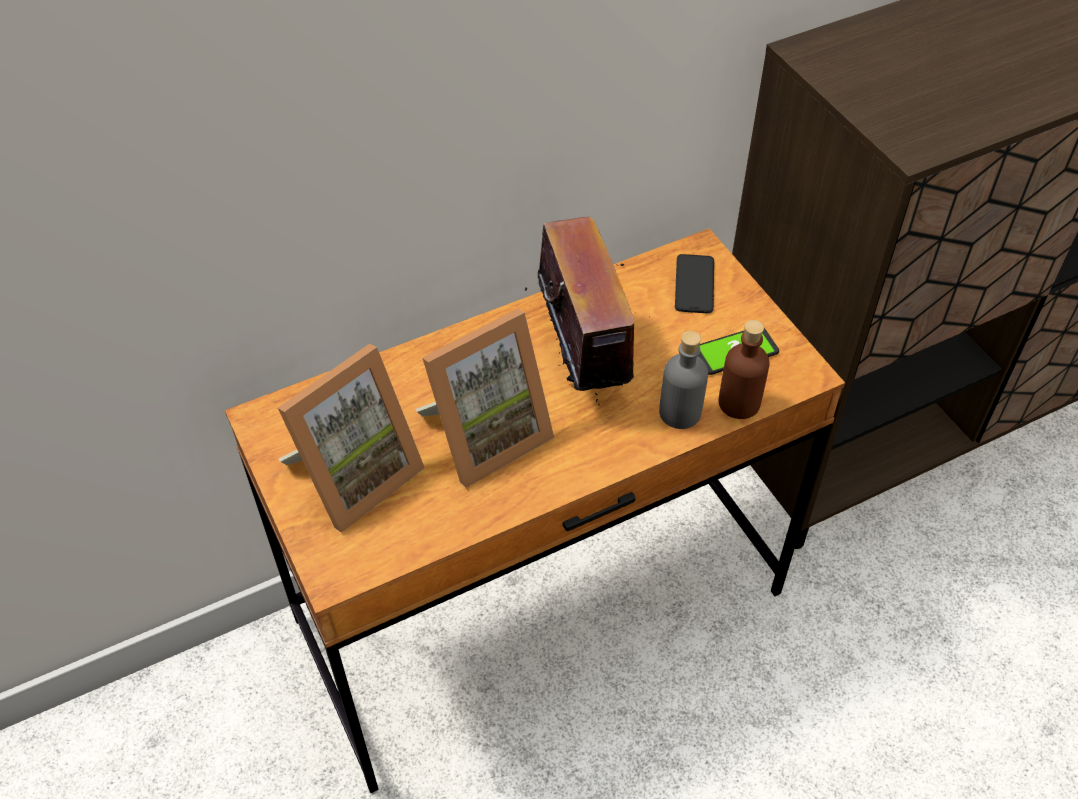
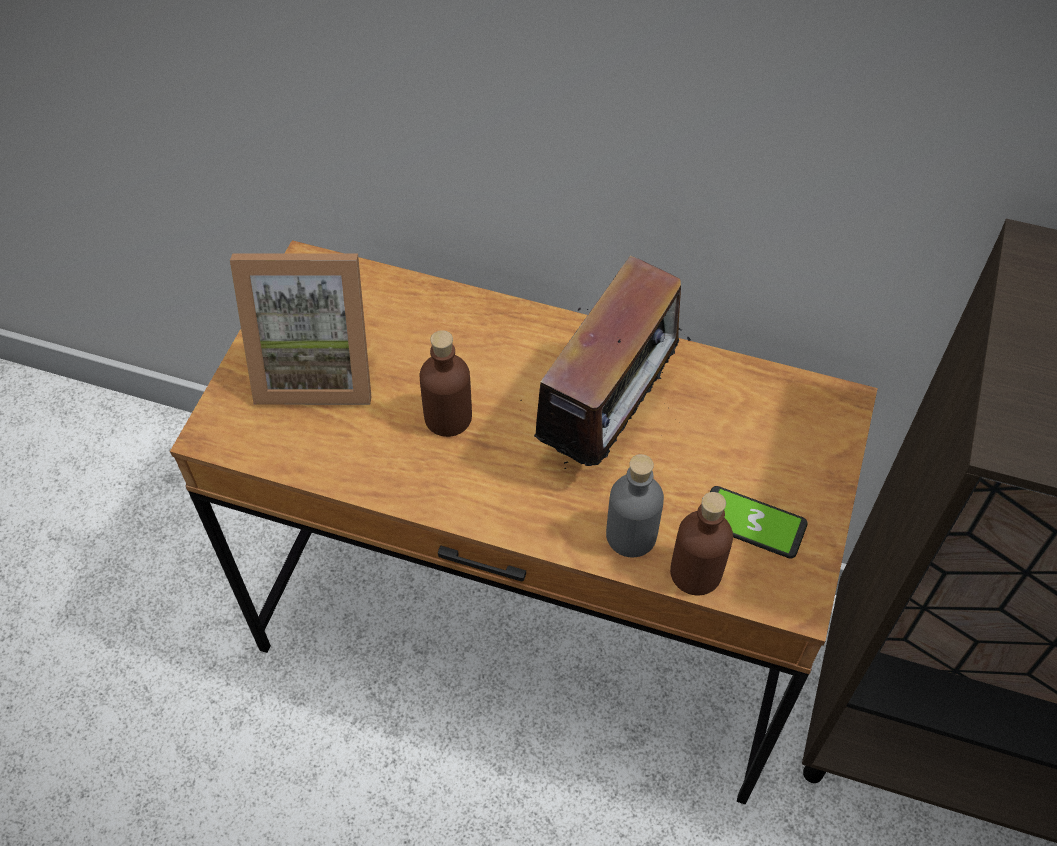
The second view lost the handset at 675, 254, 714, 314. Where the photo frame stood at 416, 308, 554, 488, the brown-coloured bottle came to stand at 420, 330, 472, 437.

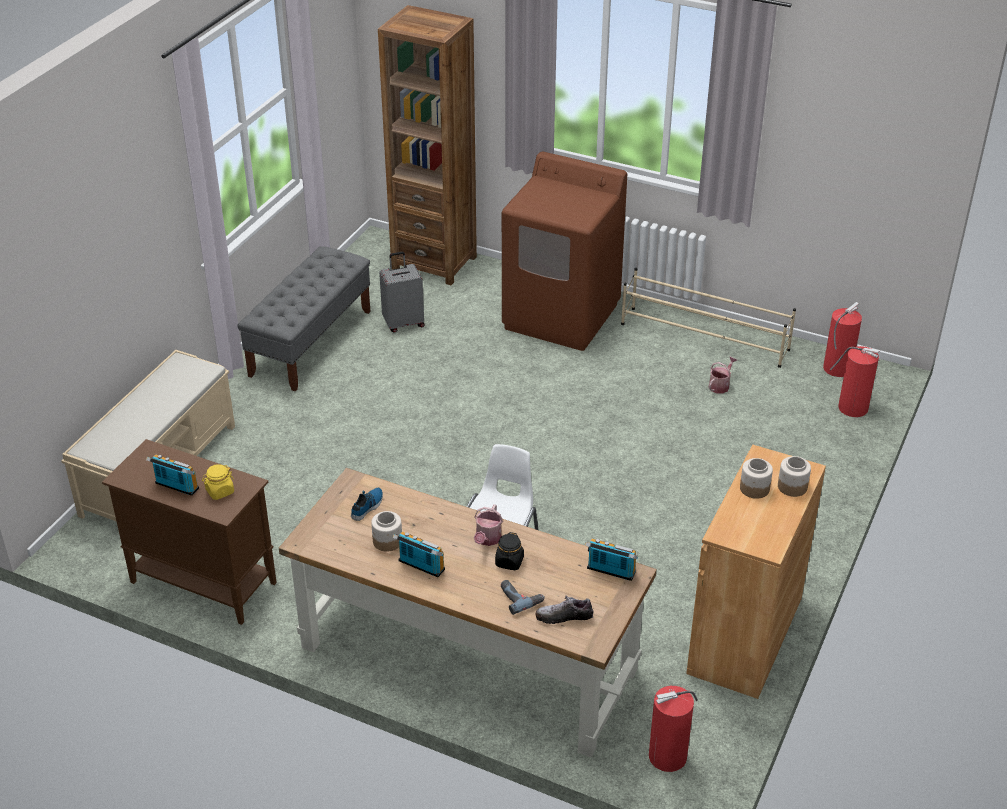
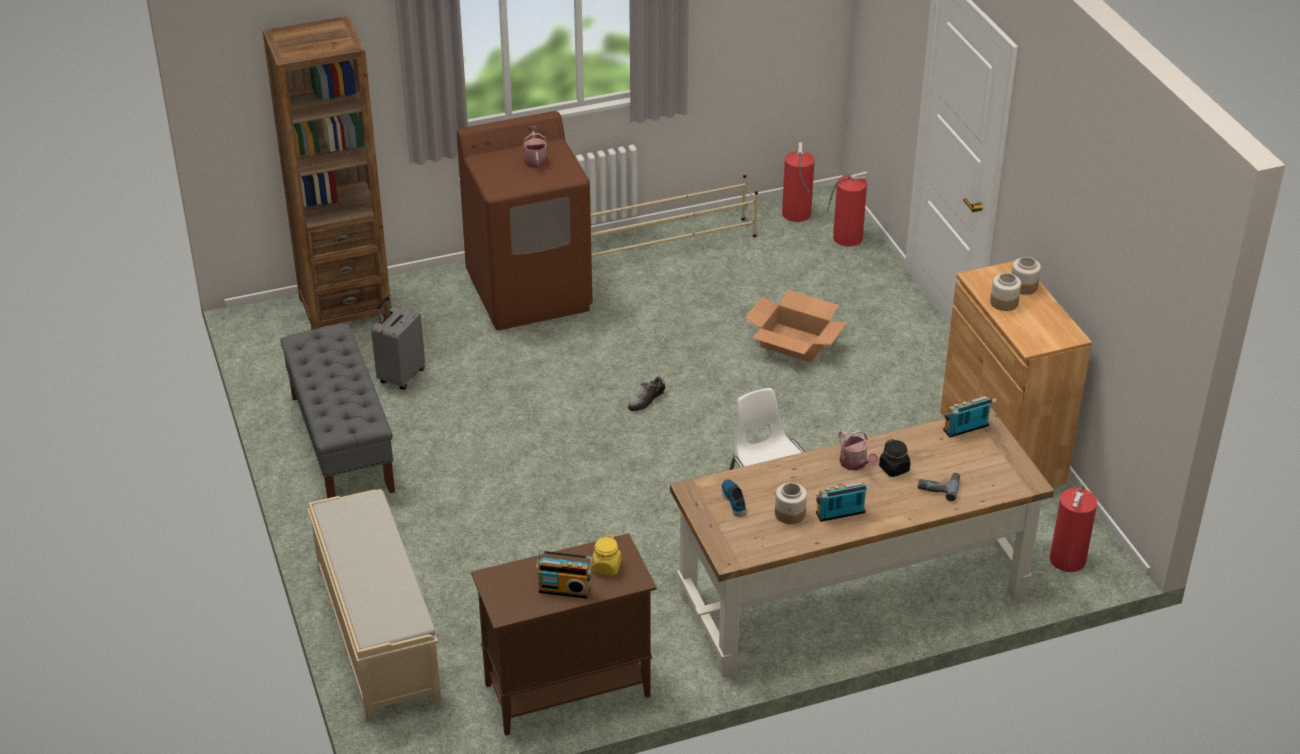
The watering can ended up elsewhere, having gone from 709, 357, 737, 394 to 523, 126, 548, 168. The radio receiver at 146, 455, 199, 496 ended up facing another way, 150 degrees counterclockwise from before. The item of footwear ended up elsewhere, having gone from 535, 595, 594, 624 to 628, 376, 666, 411. The second view gained the carton at 744, 289, 847, 363.

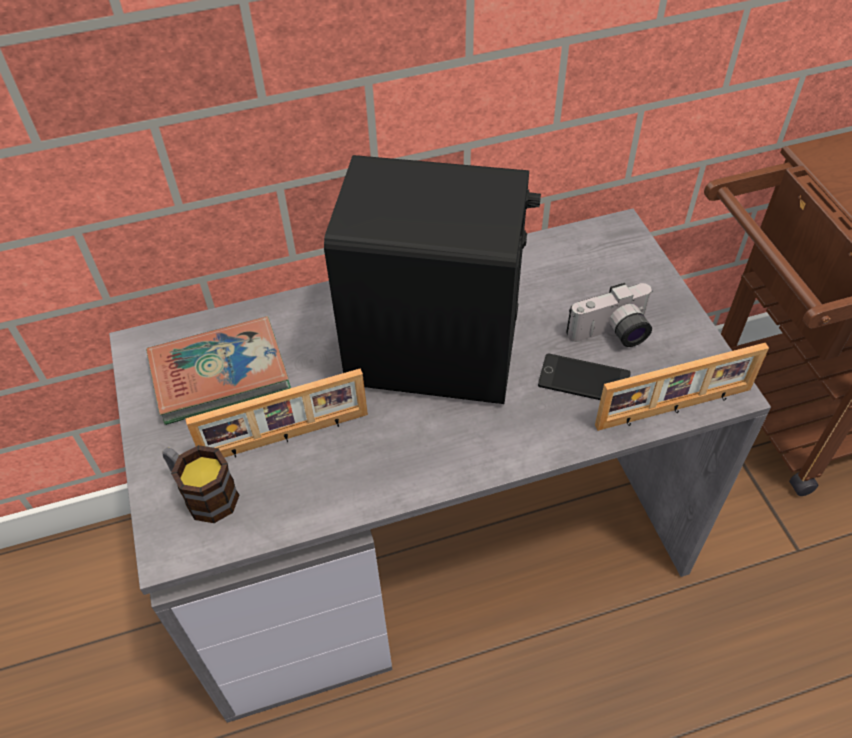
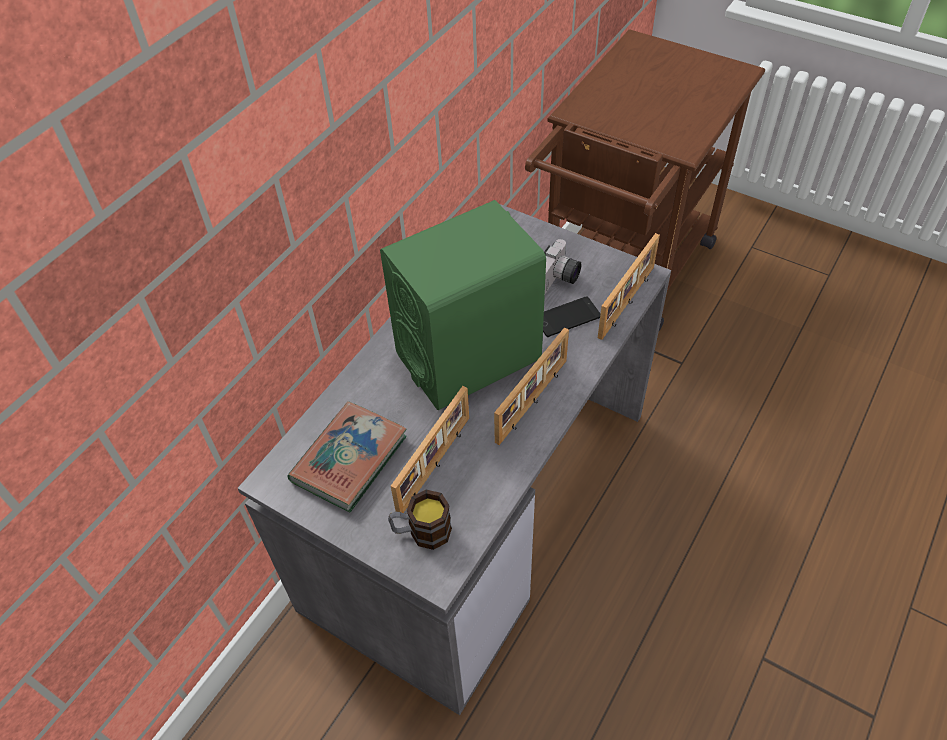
What was the black-coloured speaker at 324, 155, 541, 404 turned into the greenish speaker at 380, 200, 546, 410. The second view gained the photo frame at 494, 327, 569, 445.

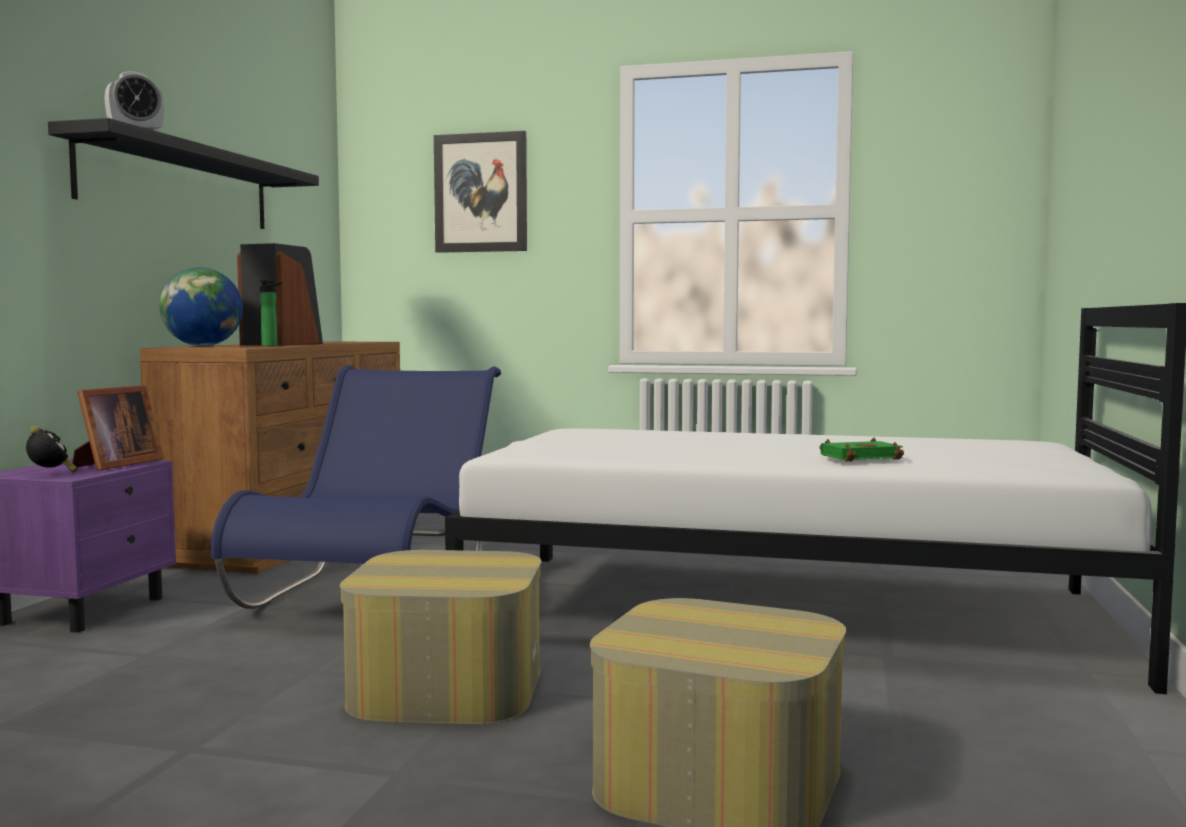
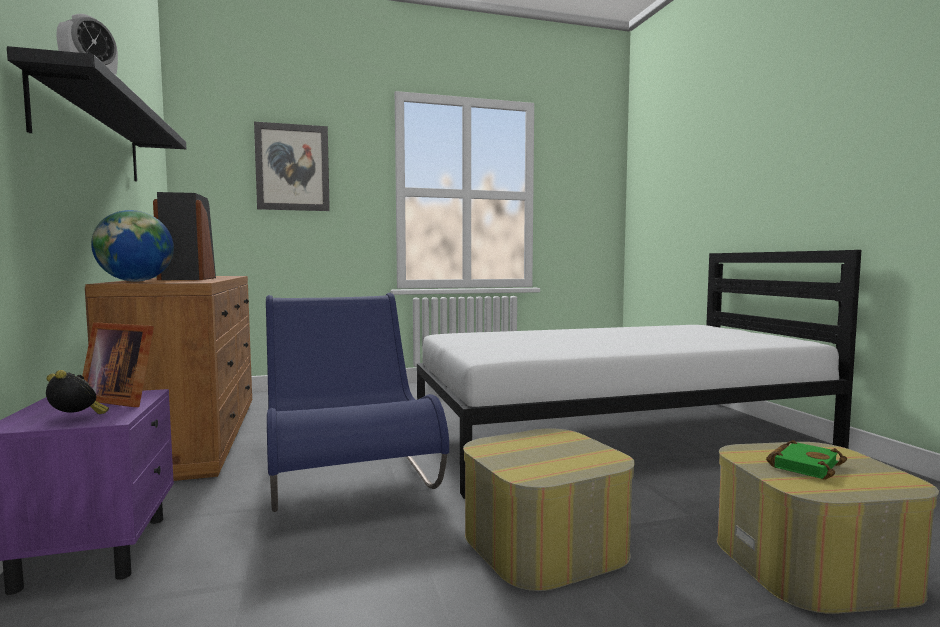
The second view lost the bottle at 260, 281, 282, 347. The photo frame at 72, 385, 164, 471 ended up facing another way, 120 degrees clockwise from before. The greenish bound book ended up elsewhere, having gone from 819, 438, 904, 462 to 766, 440, 847, 479.

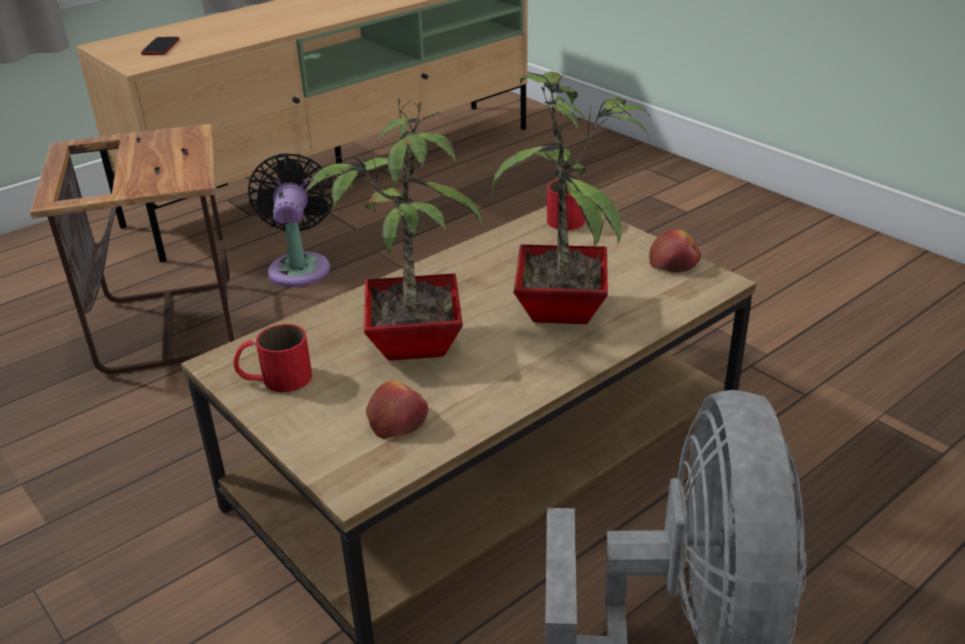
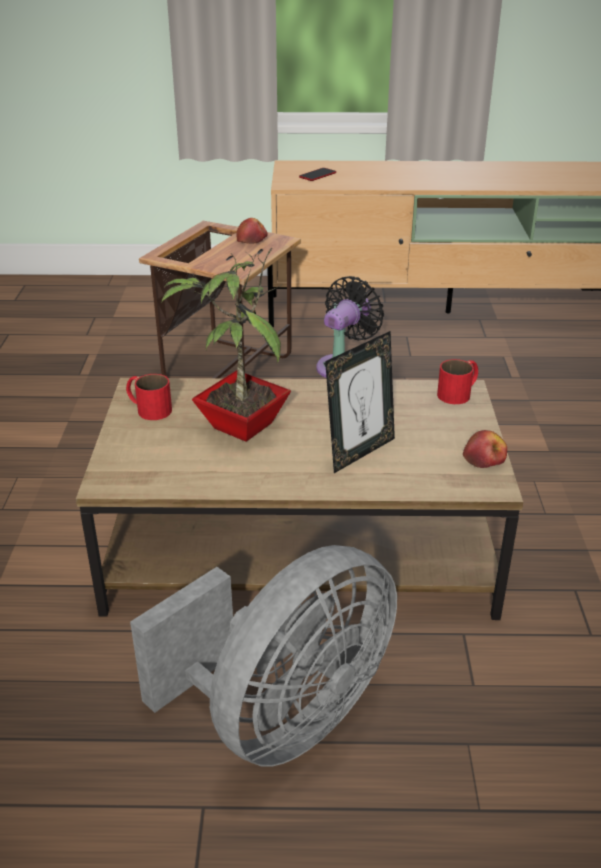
Where the potted plant stood at 492, 71, 651, 324, the photo frame came to stand at 325, 331, 395, 473. The apple fruit ended up elsewhere, having gone from 366, 380, 428, 439 to 236, 218, 268, 244.

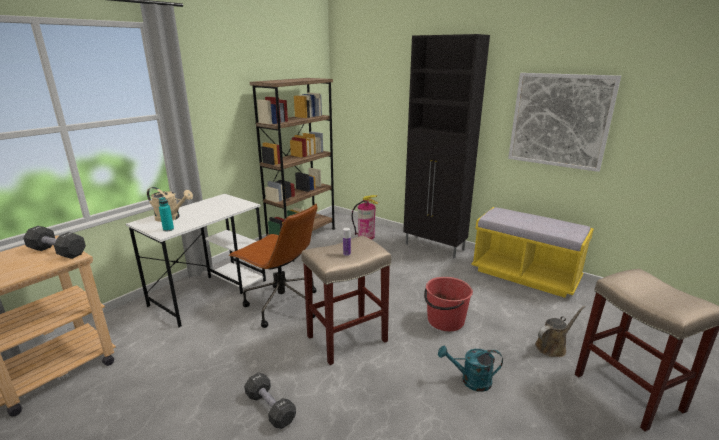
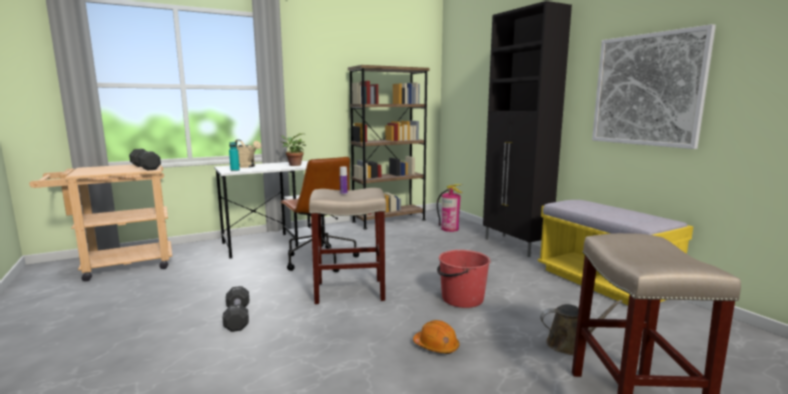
Where the turquoise-coloured watering can stood at 438, 346, 503, 392, the orangey hard hat came to stand at 413, 320, 460, 354. The second view gained the potted plant at 280, 133, 306, 166.

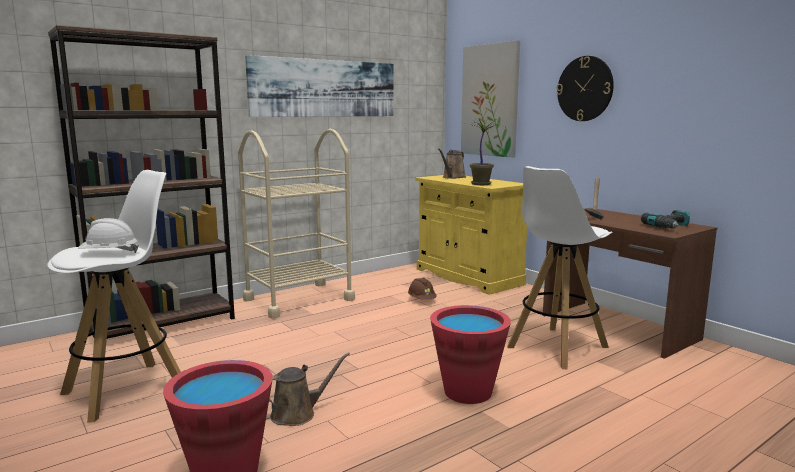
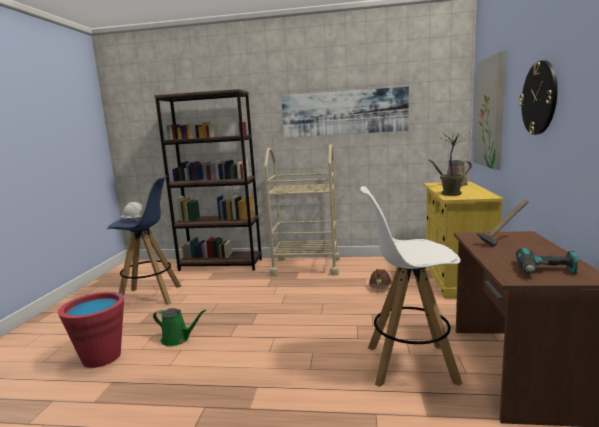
What was the white-coloured stool at 47, 170, 181, 423 turned into the bluish stool at 107, 175, 182, 304. The second view lost the reddish bucket at 430, 305, 511, 404. What was the brown-coloured watering can at 269, 352, 350, 426 turned into the greenish watering can at 153, 308, 206, 347.

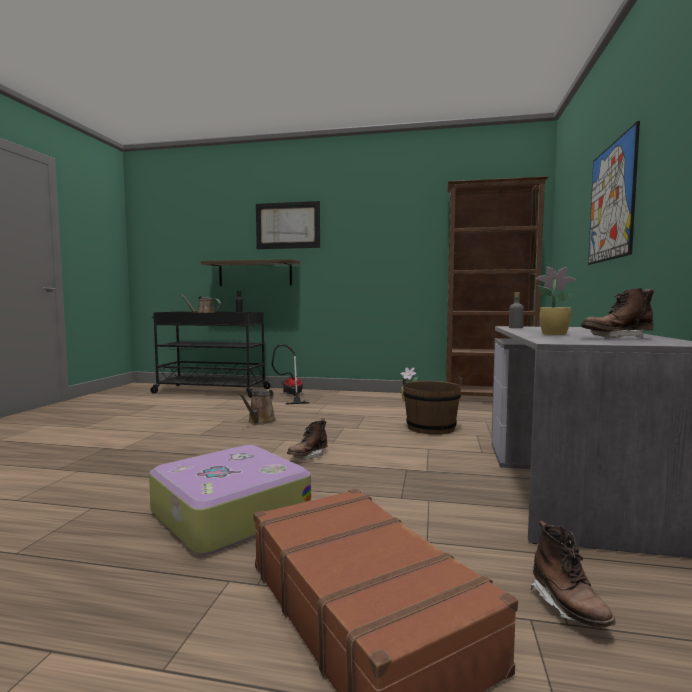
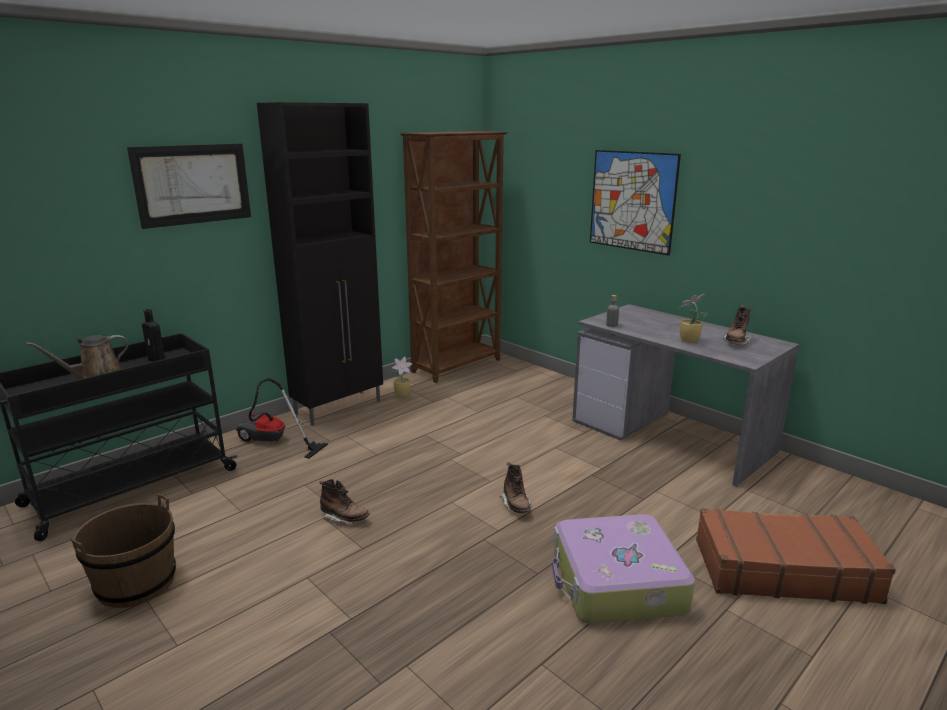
The second view lost the wall shelf at 201, 259, 300, 286. The brown-coloured bucket ended up elsewhere, having gone from 402, 377, 462, 435 to 70, 494, 176, 608. The second view lost the brown-coloured watering can at 238, 389, 276, 425. The brown-coloured tall boot ended up elsewhere, having gone from 531, 520, 616, 627 to 319, 479, 370, 524. The second view gained the black-coloured cupboard at 257, 102, 383, 426.

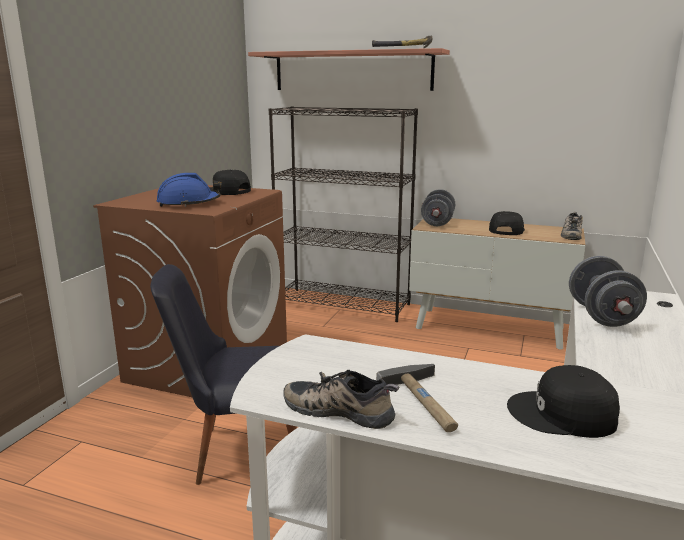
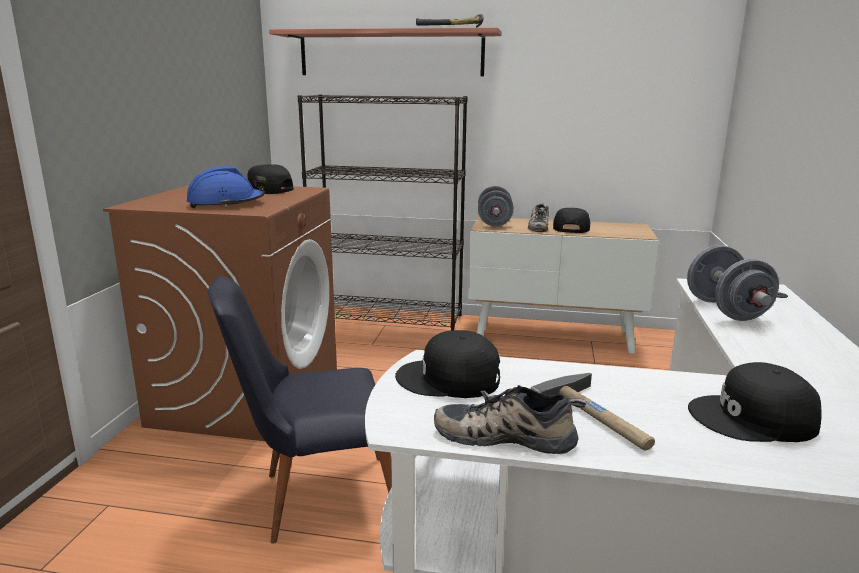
The item of footwear ended up elsewhere, having gone from 561, 212, 583, 240 to 528, 203, 549, 232. The second view gained the black-coloured peaked cap at 395, 330, 500, 398.

